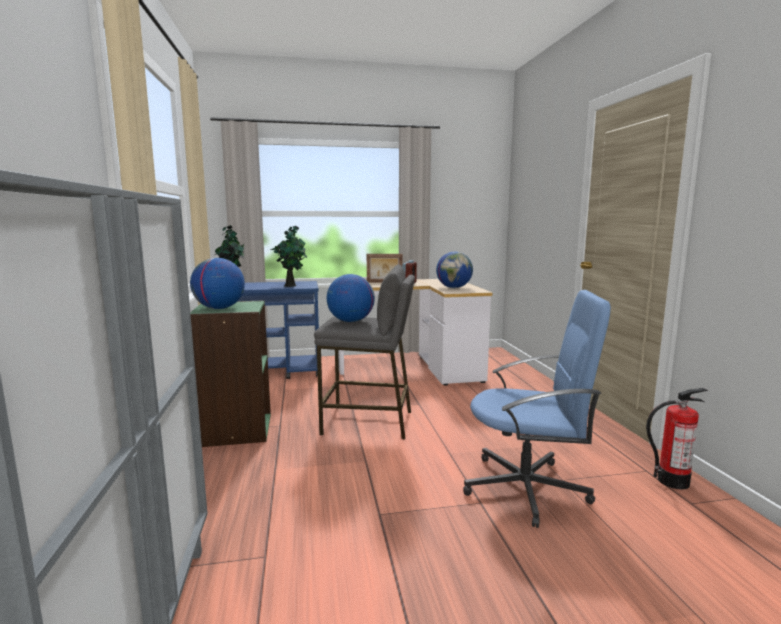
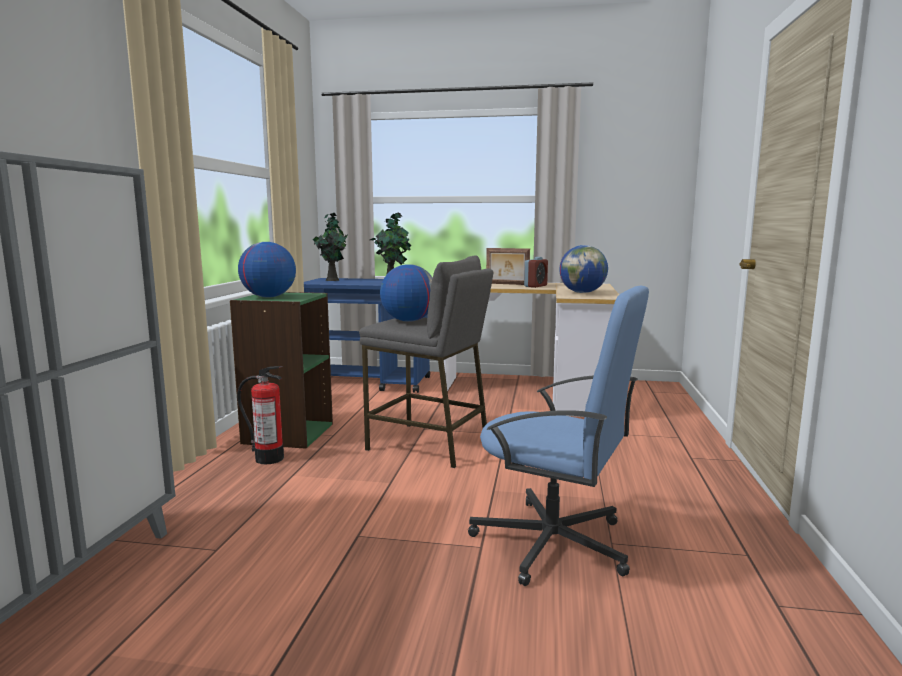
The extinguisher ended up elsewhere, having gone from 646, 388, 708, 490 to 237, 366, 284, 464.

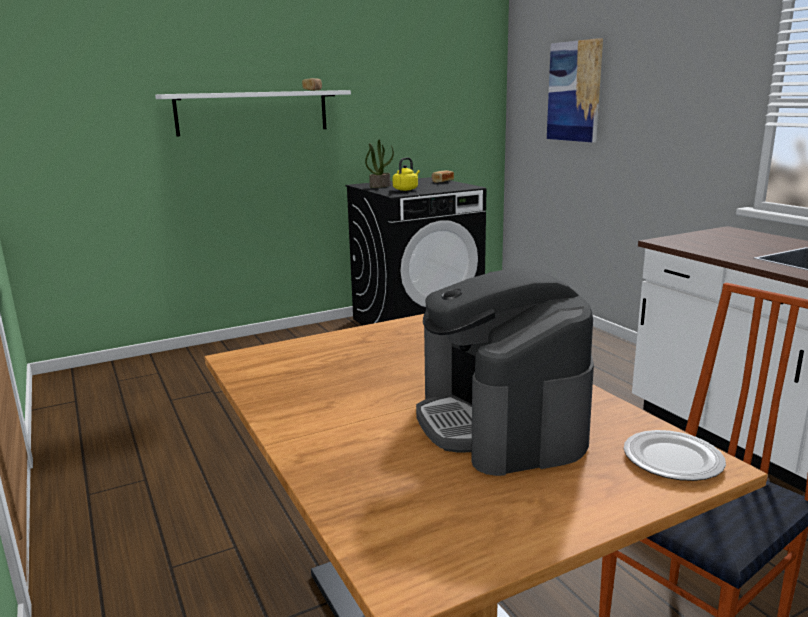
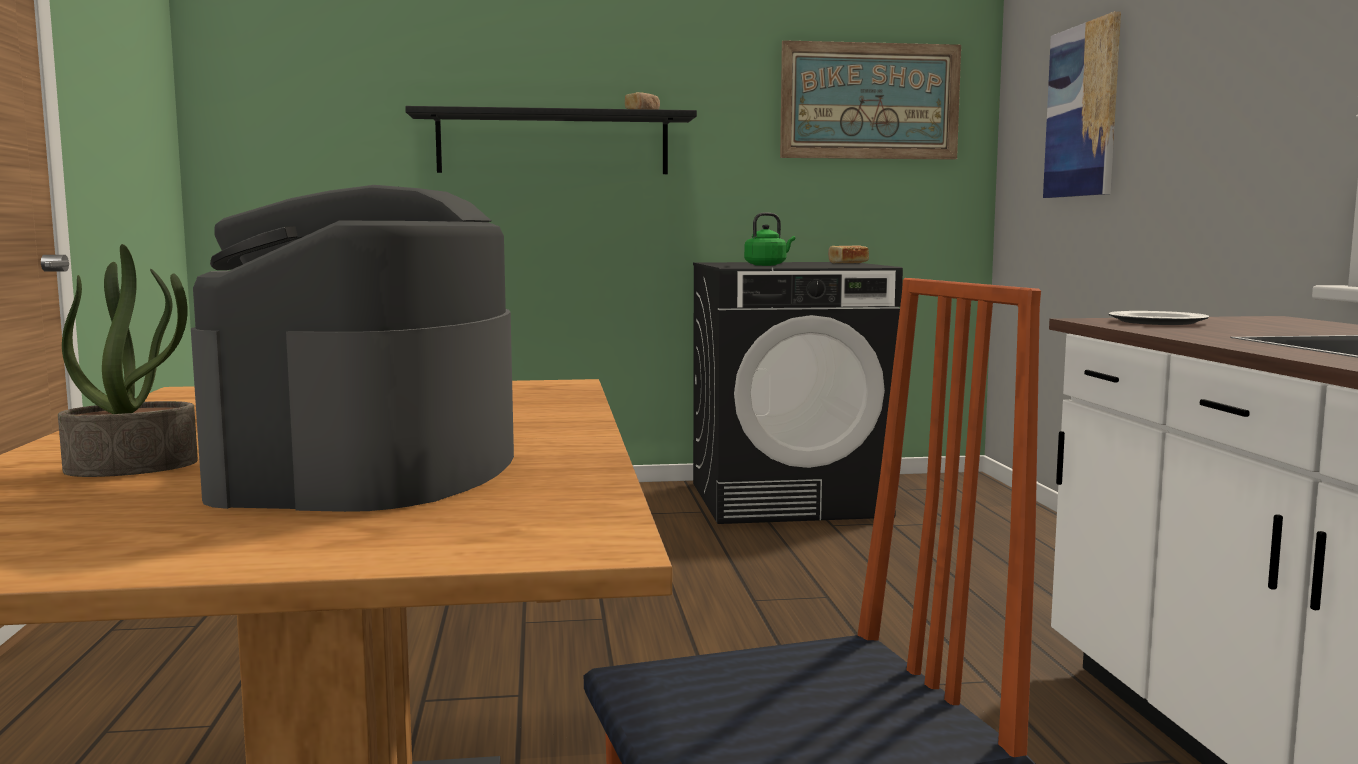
What was the white-coloured wall shelf at 155, 90, 351, 136 turned into the black-coloured wall shelf at 405, 106, 697, 174. The potted plant ended up elsewhere, having gone from 365, 140, 394, 188 to 58, 244, 198, 477. What was the yellow-coloured tea kettle at 392, 158, 420, 191 turned into the greenish tea kettle at 744, 212, 795, 266. The flat dish ended up elsewhere, having gone from 624, 430, 726, 481 to 1108, 311, 1209, 325. The second view gained the wall picture at 780, 40, 961, 160.

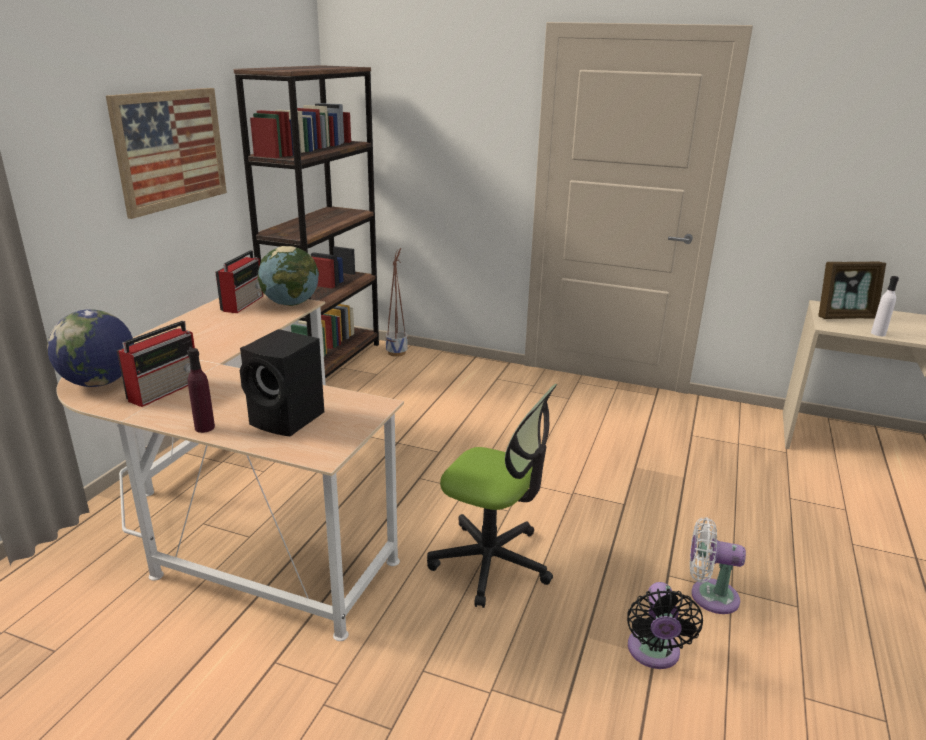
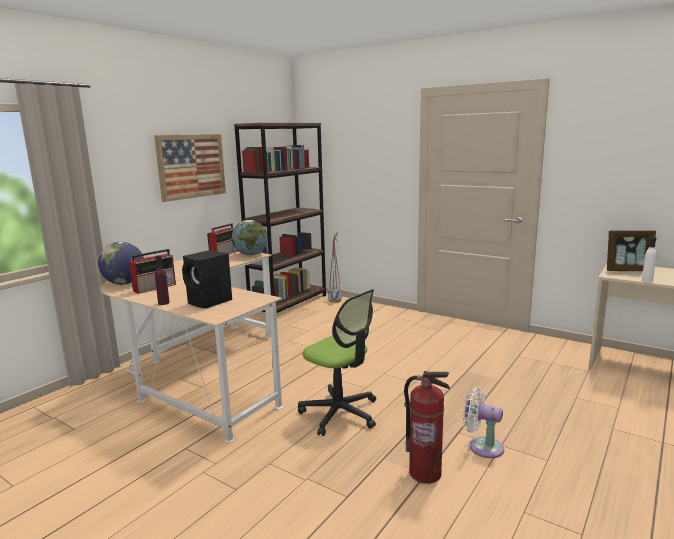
Where the black-coloured cooling fan stood at 627, 582, 703, 669, the extinguisher came to stand at 404, 371, 450, 484.

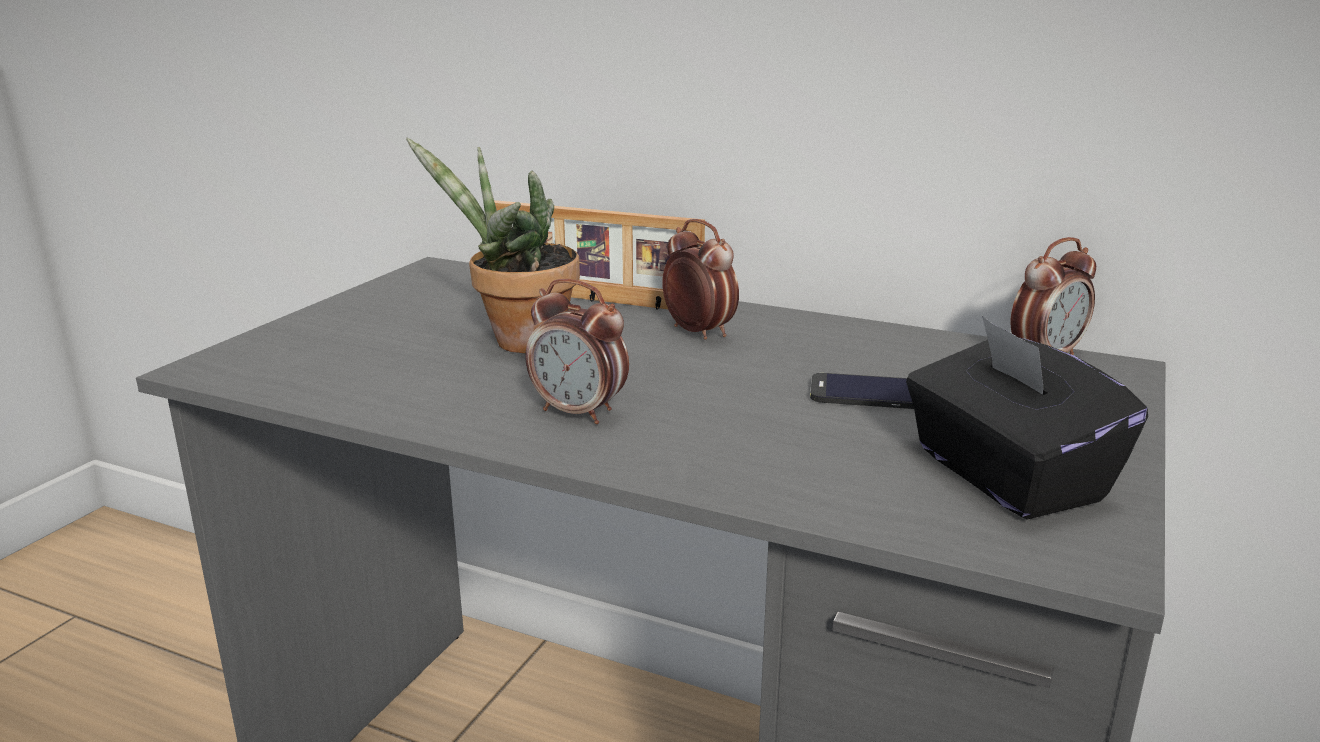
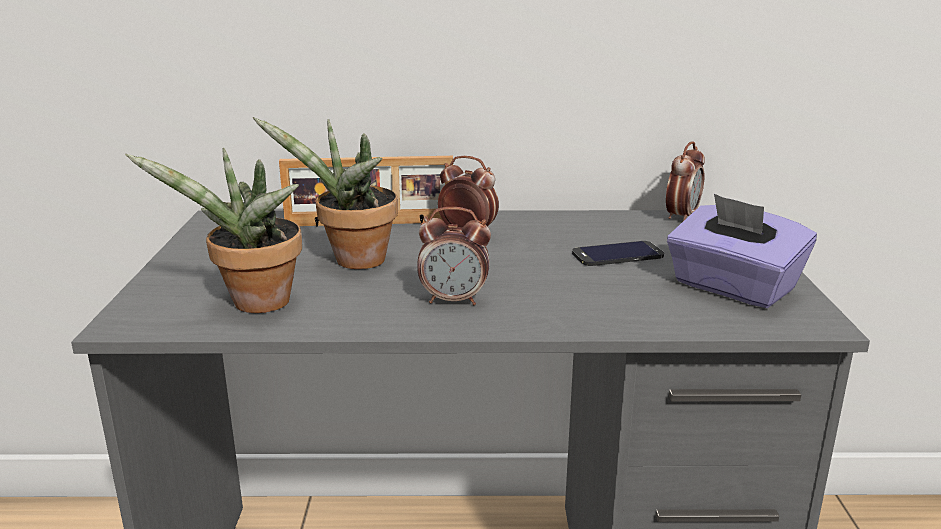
What was the black-coloured box of tissues at 906, 316, 1148, 520 turned into the purple-coloured box of tissues at 667, 194, 817, 308. The second view gained the potted plant at 125, 148, 302, 313.

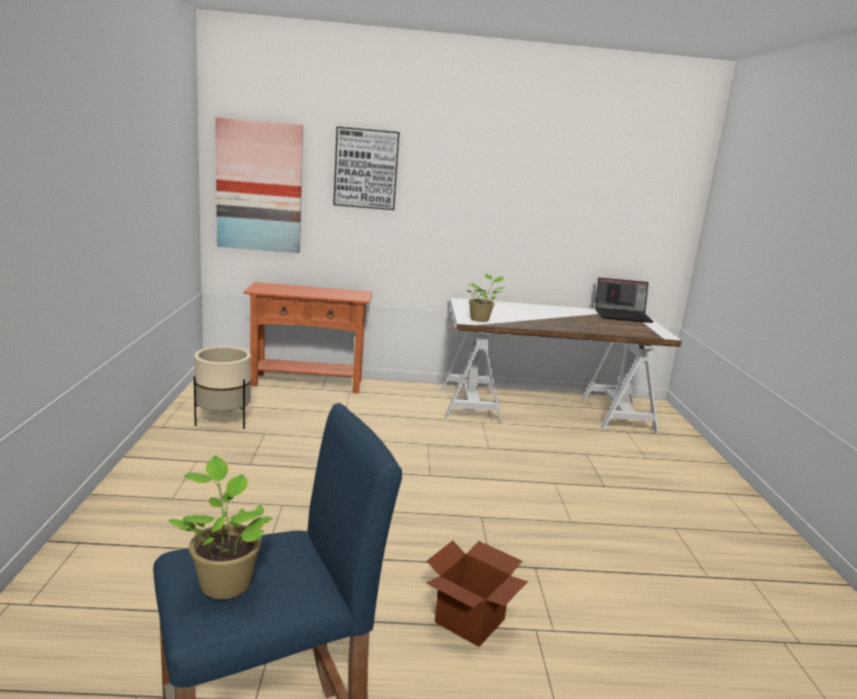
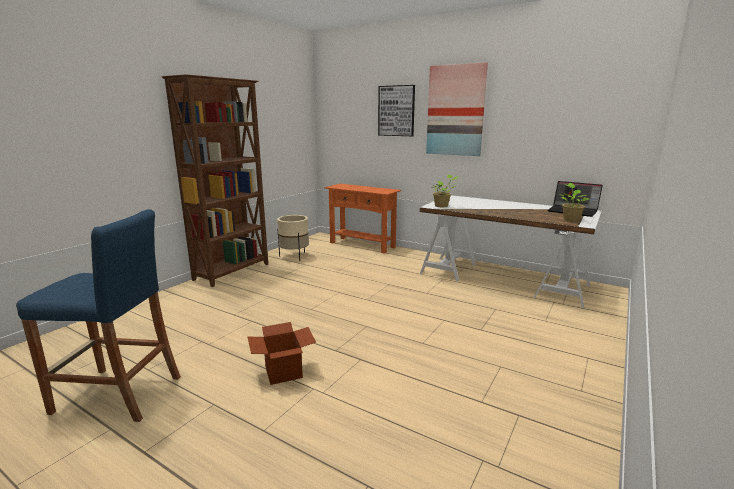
The wall picture ended up elsewhere, having gone from 215, 117, 303, 253 to 426, 62, 488, 156. The potted plant ended up elsewhere, having gone from 168, 456, 272, 599 to 559, 183, 589, 222. The second view gained the brown-coloured bookshelf at 161, 74, 268, 287.

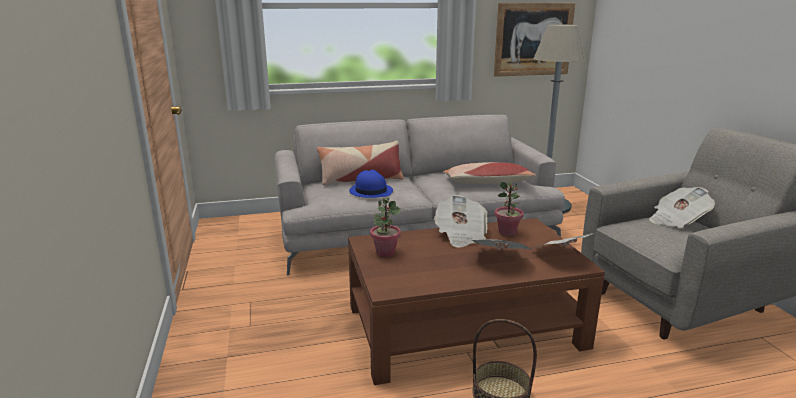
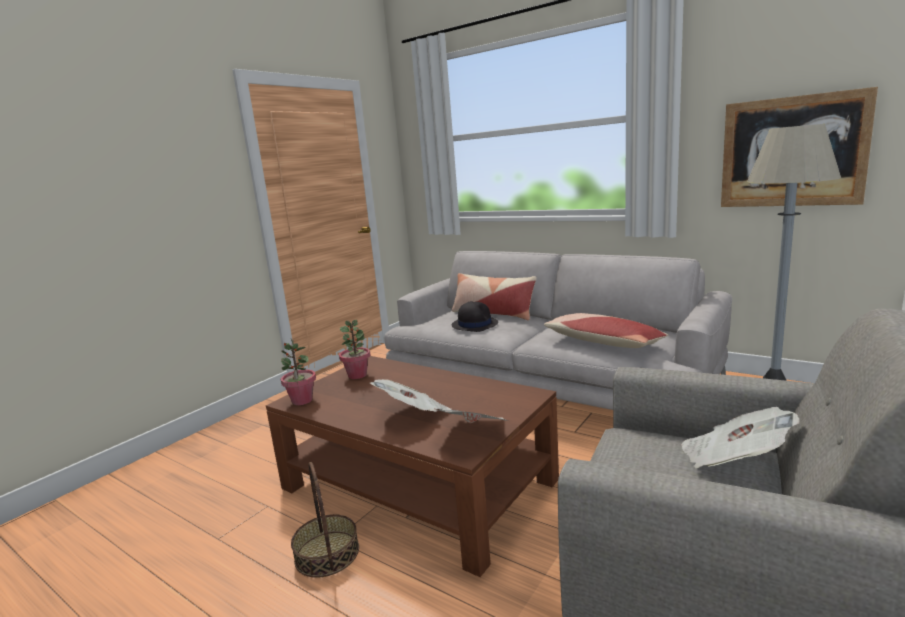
What was the bluish hat at 349, 170, 393, 198 turned into the black-coloured hat at 452, 301, 498, 332. The potted plant ended up elsewhere, having gone from 495, 181, 523, 236 to 281, 339, 316, 405. The second view lost the printed paper at 434, 195, 487, 248.

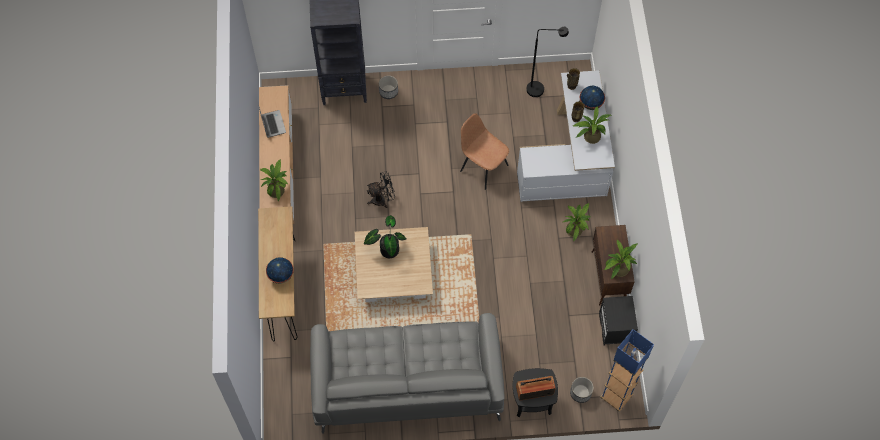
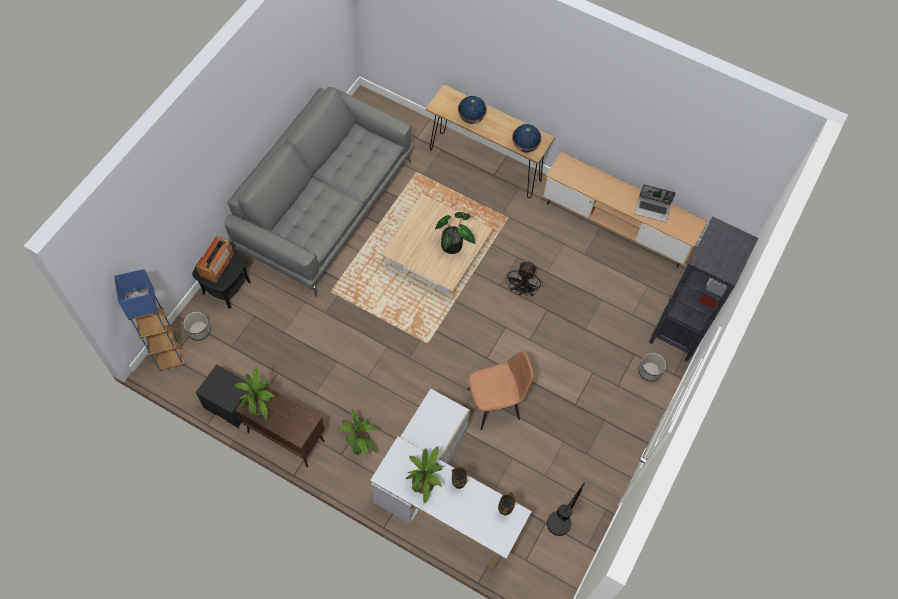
The desk globe ended up elsewhere, having gone from 580, 86, 605, 110 to 512, 124, 541, 153. The second view lost the potted plant at 260, 159, 288, 201.

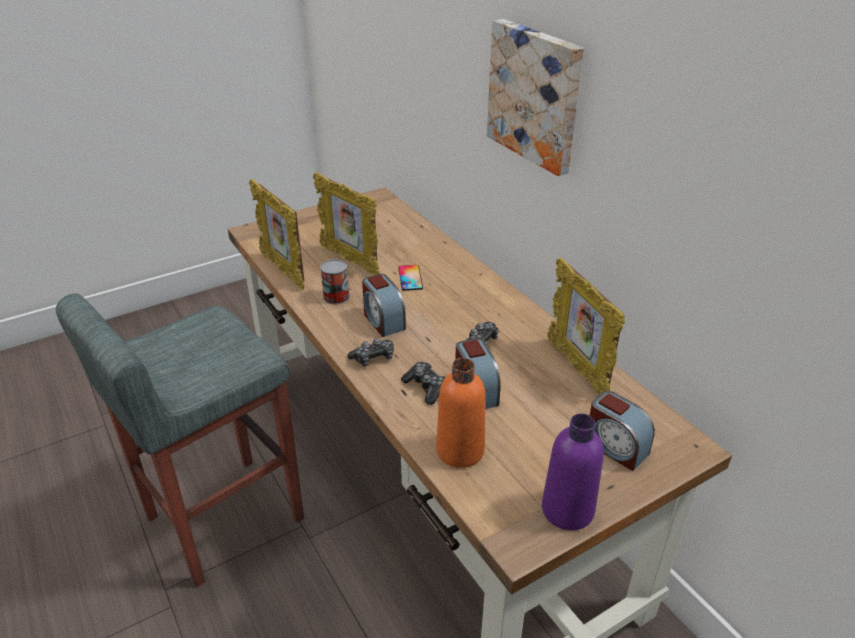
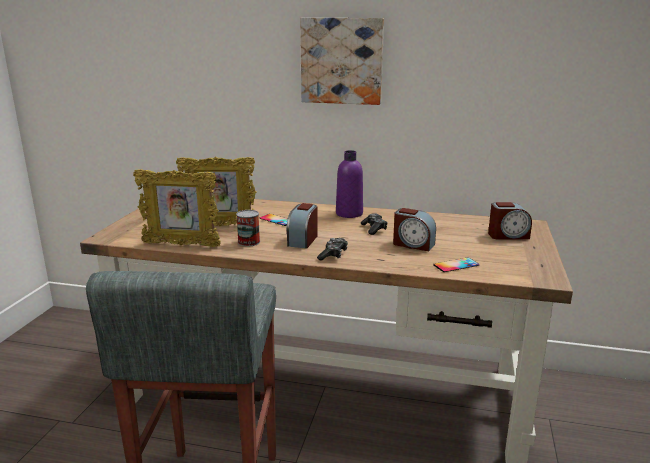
The second view lost the photo frame at 547, 257, 625, 395. The bedside clock at 362, 274, 406, 337 ended up facing another way, 90 degrees clockwise from before. Where the orangey bottle stood at 436, 358, 486, 468, the handset came to stand at 433, 257, 479, 272. The second view lost the joypad at 401, 362, 446, 405. The purple-coloured bottle ended up elsewhere, having gone from 542, 414, 604, 530 to 336, 150, 363, 218.

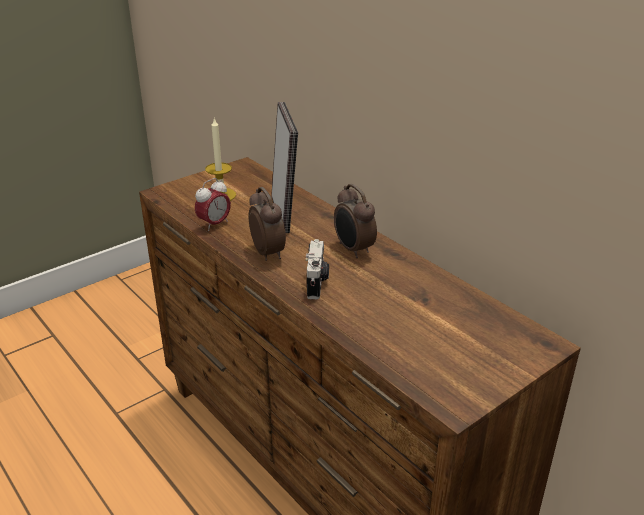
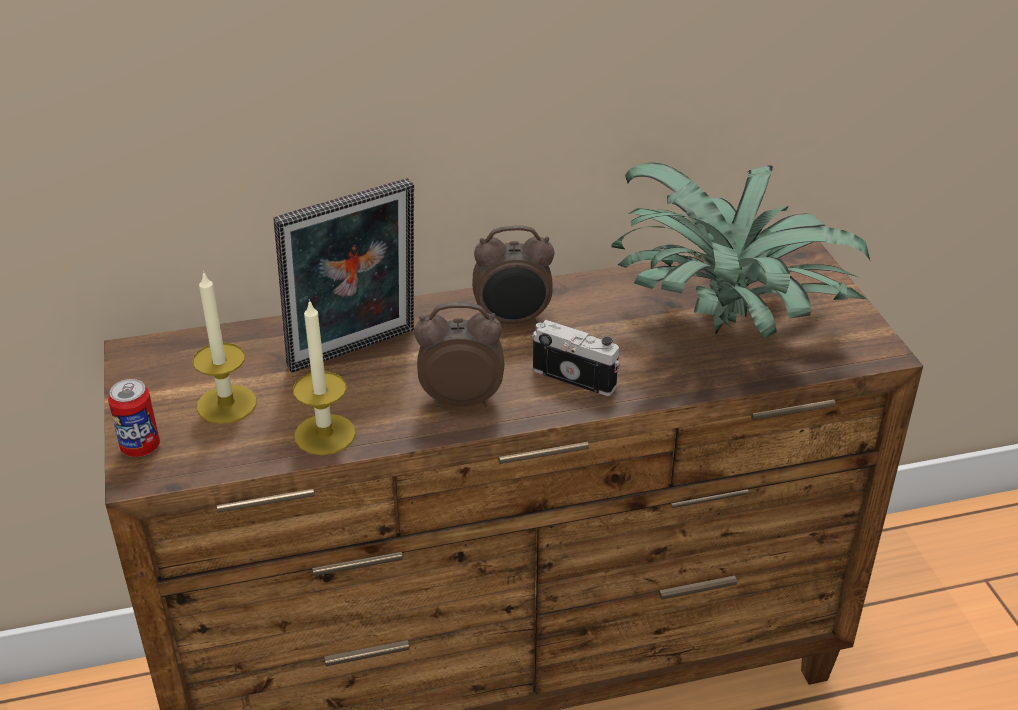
The photo frame at 271, 102, 298, 233 ended up facing another way, 135 degrees clockwise from before. Where the bedside clock stood at 195, 178, 231, 231, the wax candle came to stand at 293, 299, 356, 455. The second view gained the potted plant at 612, 163, 870, 338. The second view gained the sealed can at 108, 379, 160, 457.

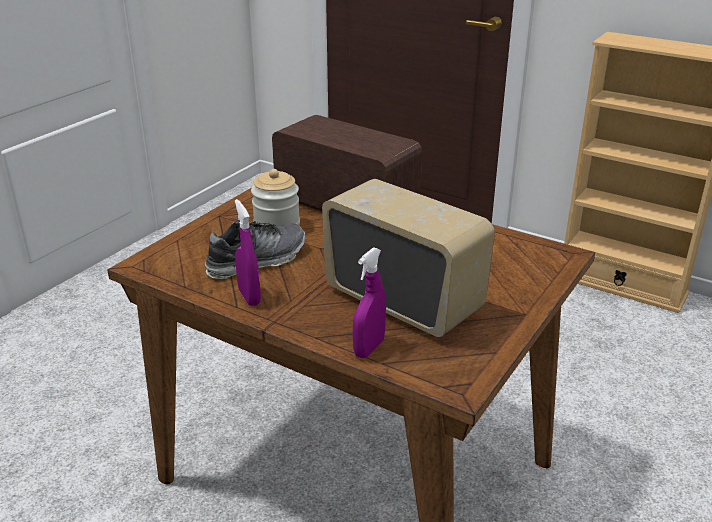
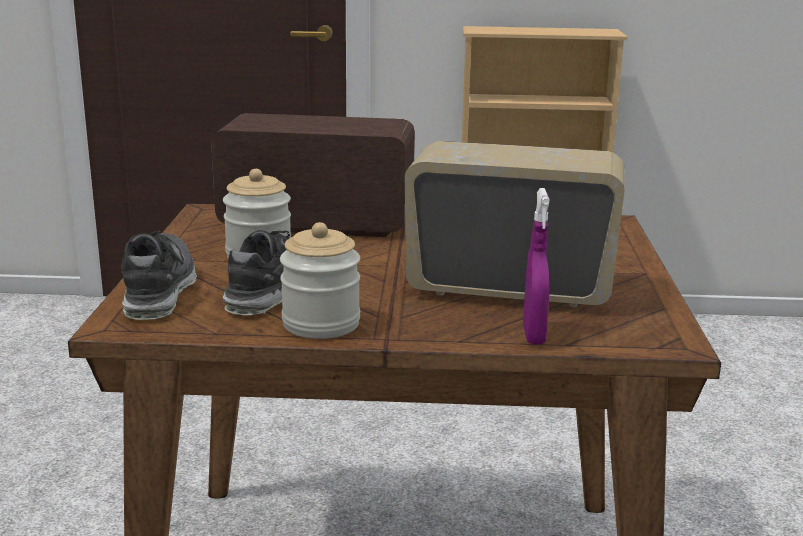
Where the purple-coloured sprayer stood at 235, 199, 261, 306, the storage jar came to stand at 280, 222, 360, 339. The second view gained the item of footwear at 122, 231, 197, 320.

